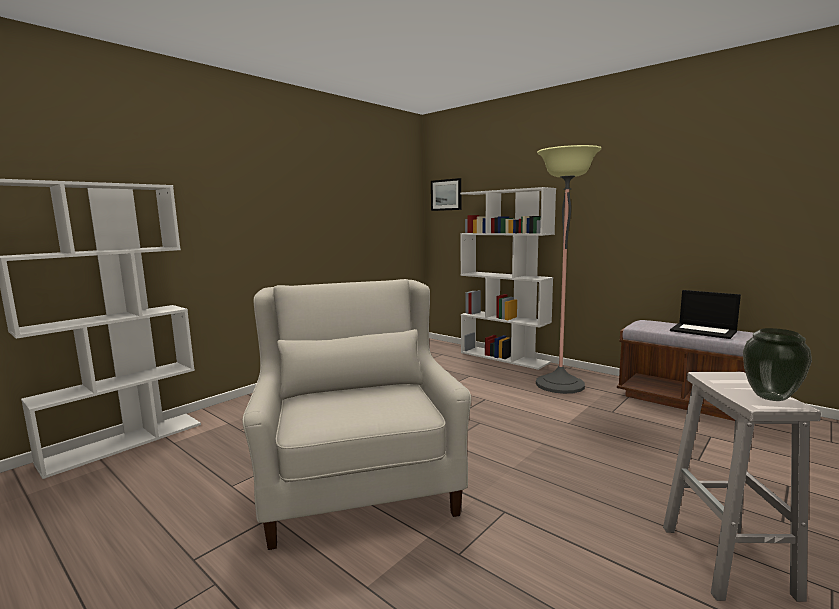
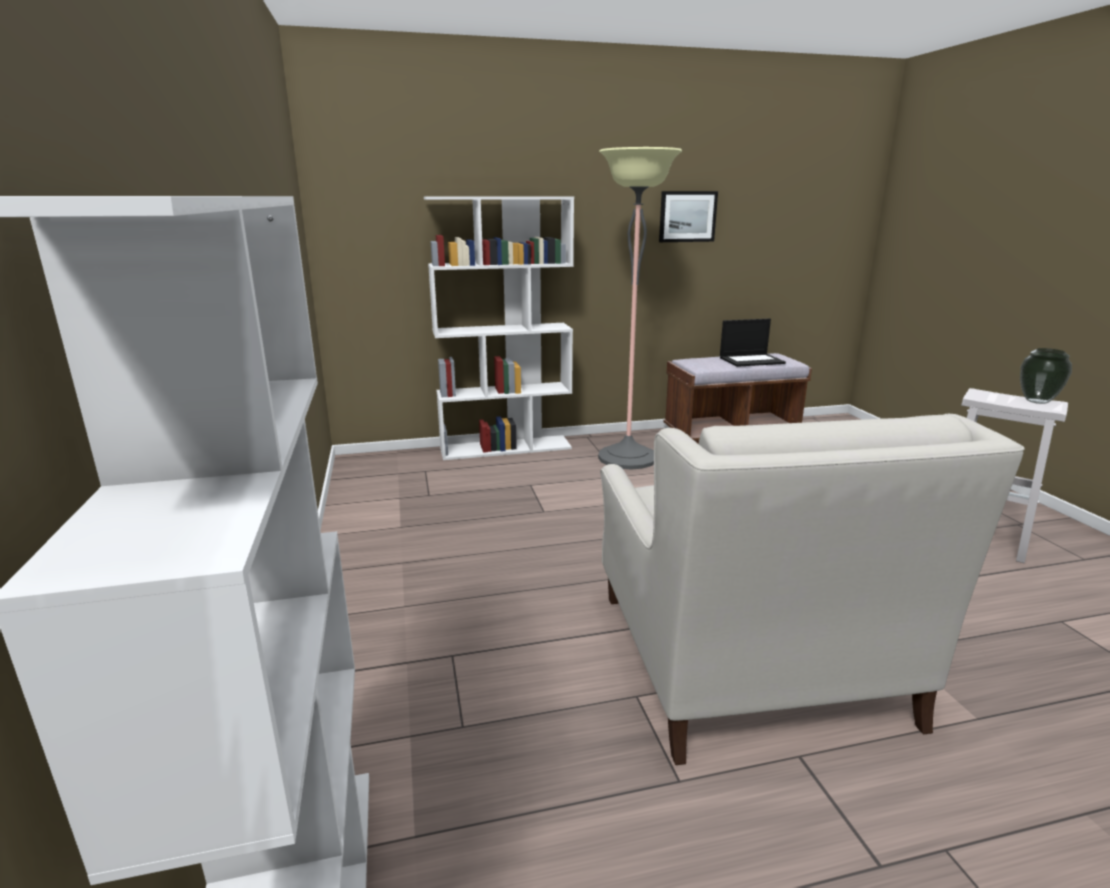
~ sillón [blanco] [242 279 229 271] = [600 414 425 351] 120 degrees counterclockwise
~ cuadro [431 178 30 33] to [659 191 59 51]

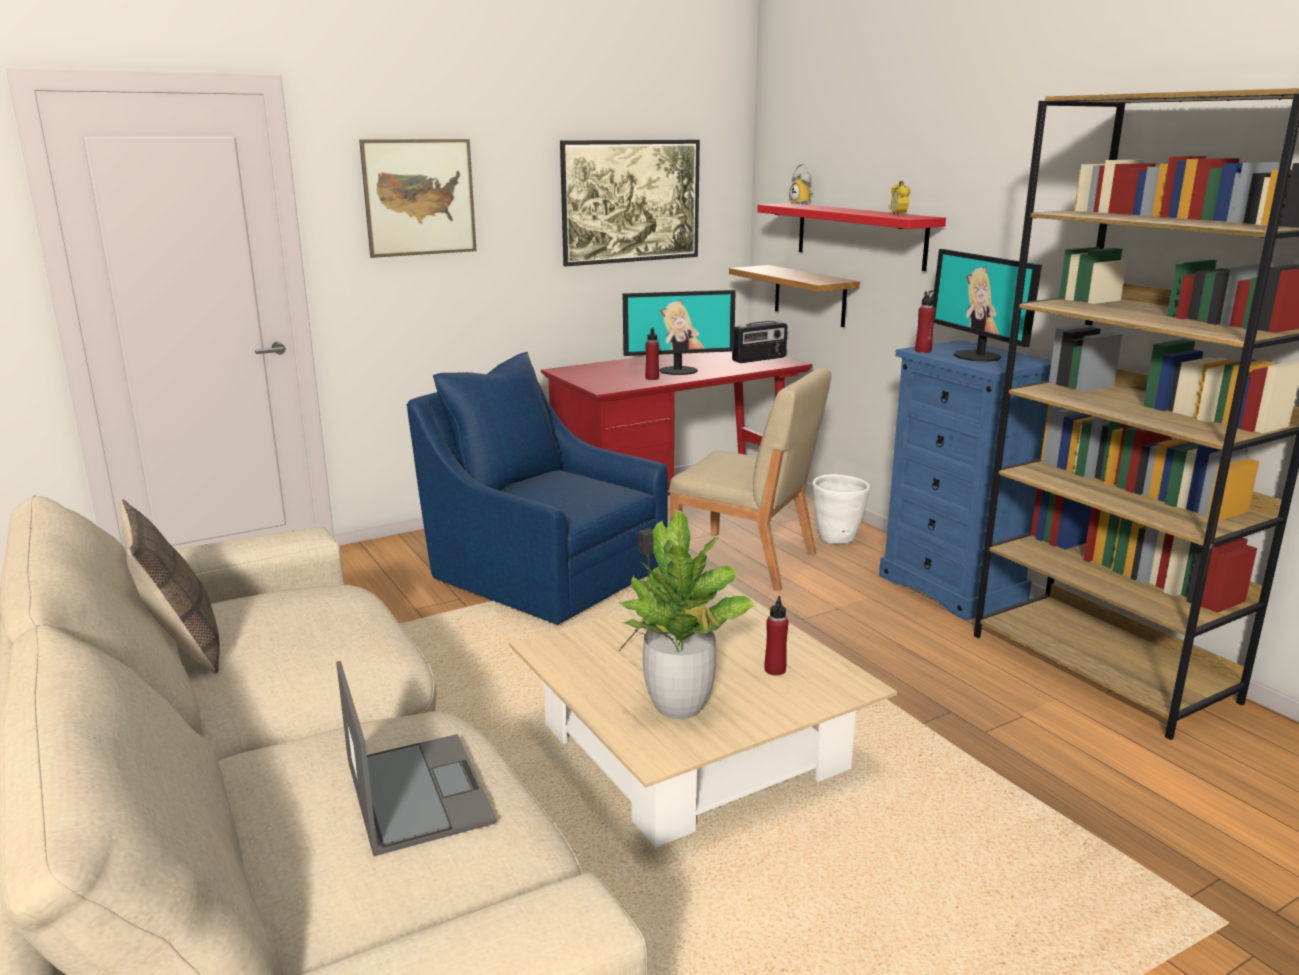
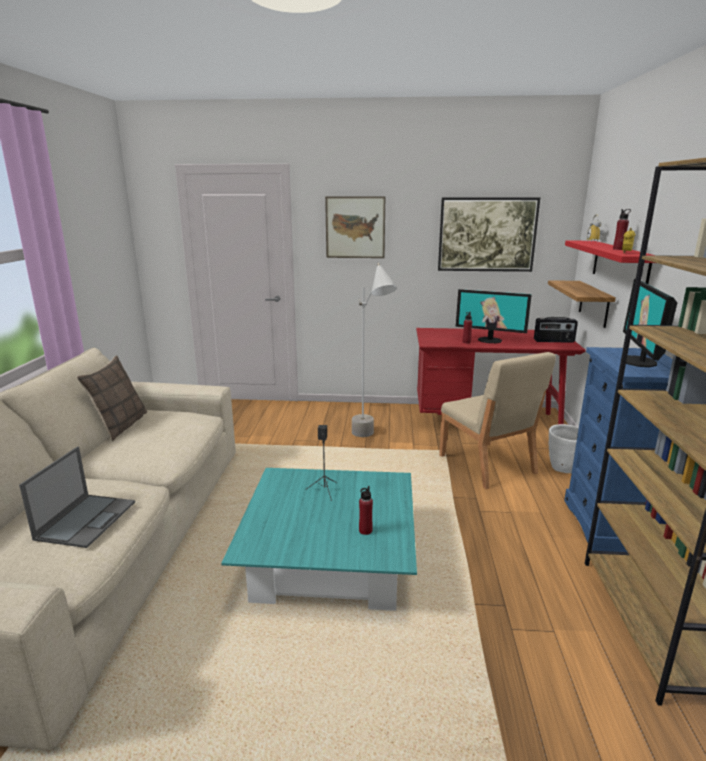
~ sillón [azul] [406 352 262 273] to lámpara de pie [gris] [352 263 45 174]
~ mesa de centro [beis] [509 584 388 263] to mesa de centro [turquesa] [221 468 196 143]
- planta en maceta [620 509 136 210]
~ botella [rojo] [915 290 20 63] to [613 209 18 41]

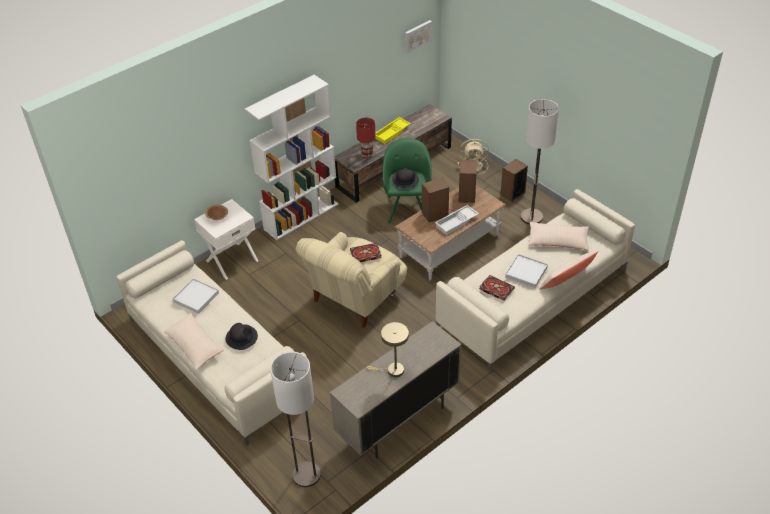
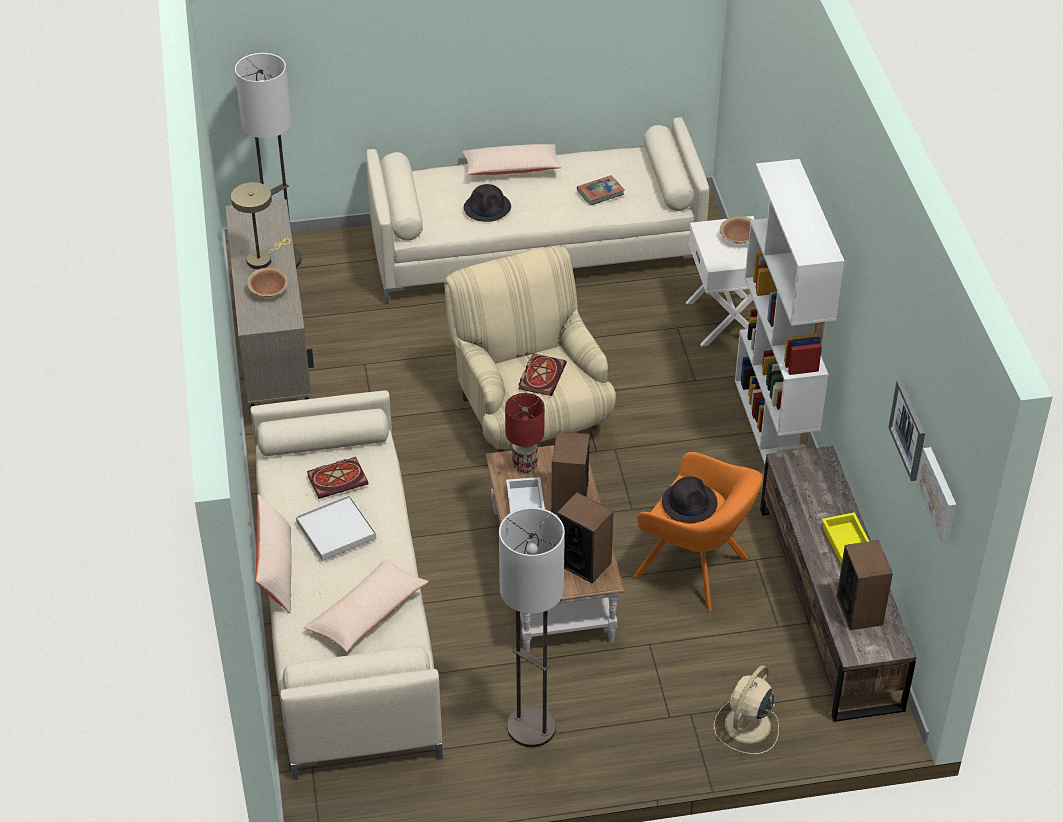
~ bandeja [blanco] [172 278 47 36] to libro [577 175 48 31]
~ lámpara de mesa [rojo] [356 118 20 40] to [505 393 40 80]
~ sillón [verde] [383 138 49 86] to sillón [naranja] [633 452 130 159]
~ altavoz [501 159 27 42] to [836 540 57 90]
+ cuenco [marrón] [247 268 41 29]
+ cuadro [888 380 37 101]

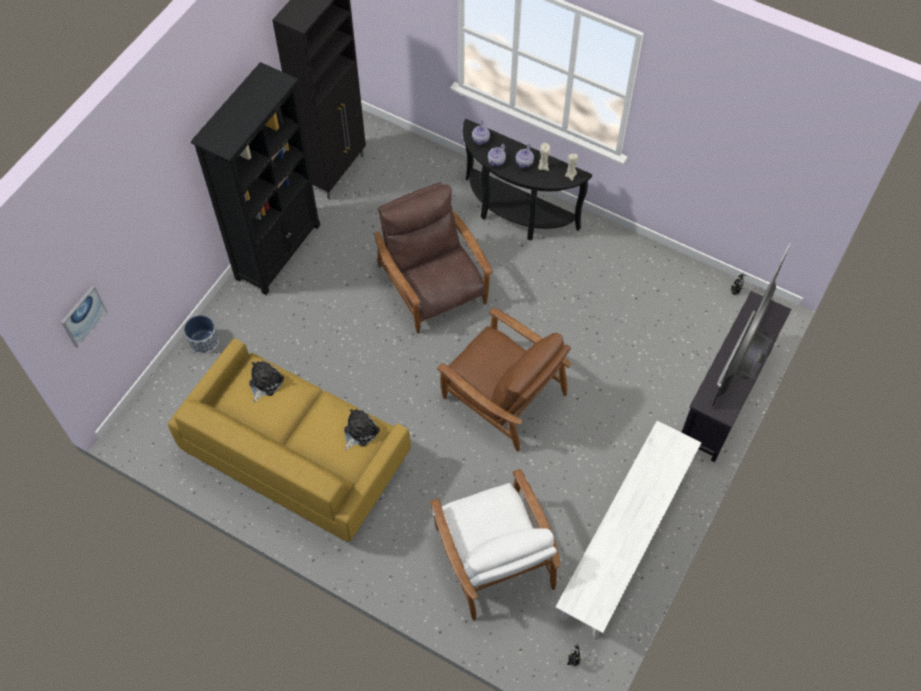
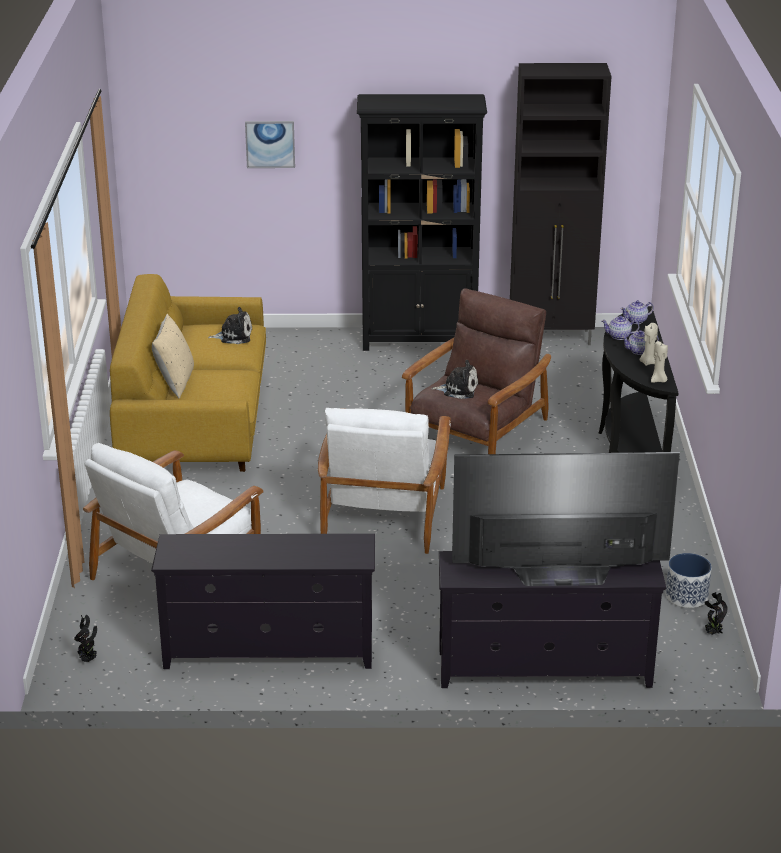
~ cuadro [61 286 47 62] to [245 121 50 47]
~ maceta [184 315 35 39] to [666 553 46 55]
~ peluche [344 409 36 41] to [431 360 48 39]
~ sillón [marrón] [437 308 135 144] to sillón [blanco] [318 408 133 146]
~ banco [blanco] [556 421 146 217] to mueble de televisión [negro] [151 534 224 135]
+ cojín [beis] [152 314 42 84]

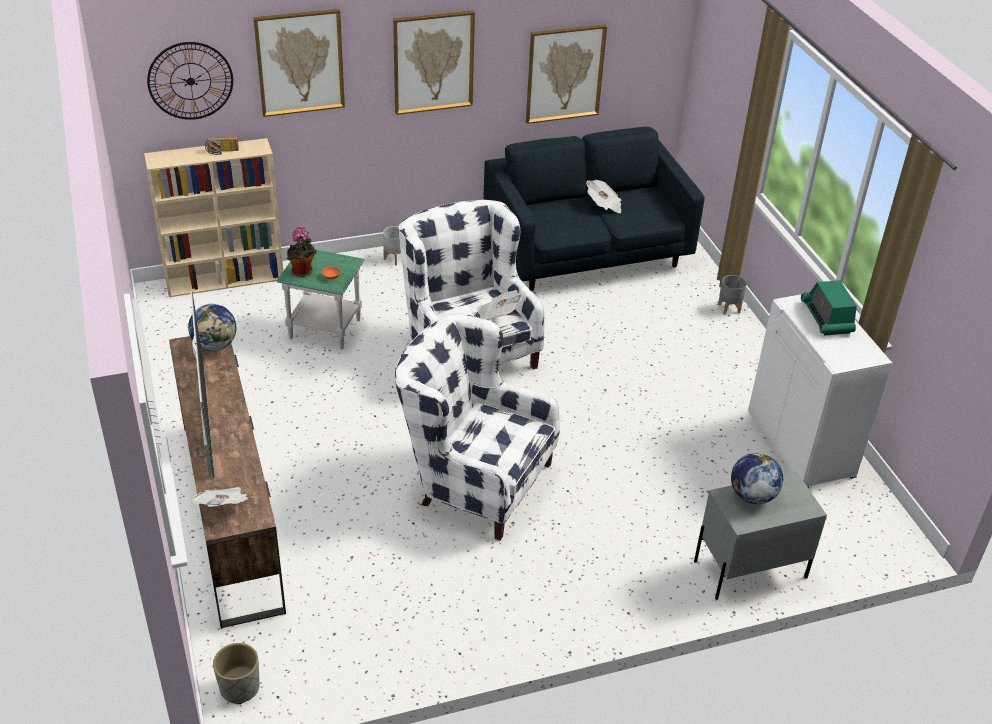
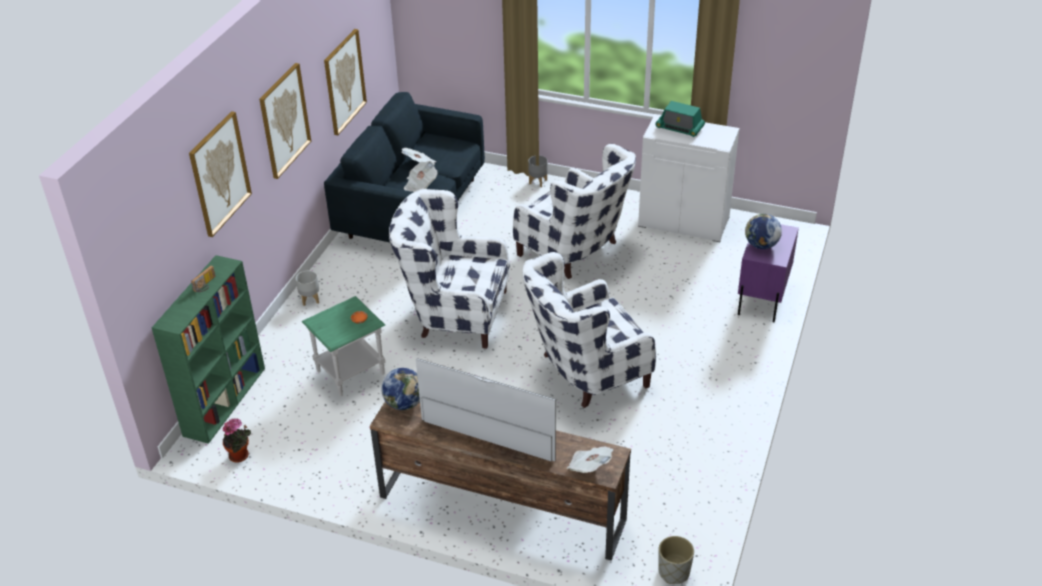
~ estantería [beis] [144 138 139 159] to estantería [verde] [152 255 113 189]
- reloj de pared [147 42 86 78]
~ planta en maceta [287 226 29 51] to [222 418 29 45]
~ periódico [477 290 45 30] to [404 161 33 31]
~ mesita de noche [gris] [694 472 133 128] to mesita de noche [morado] [738 224 61 99]
+ sillón [blanco] [513 144 123 135]

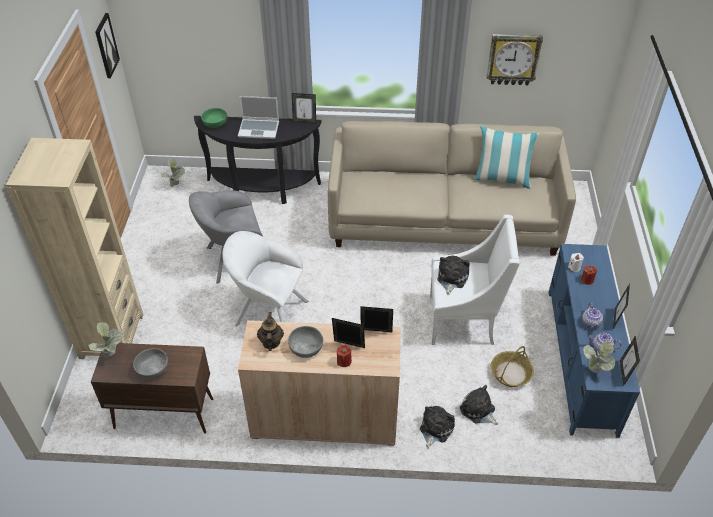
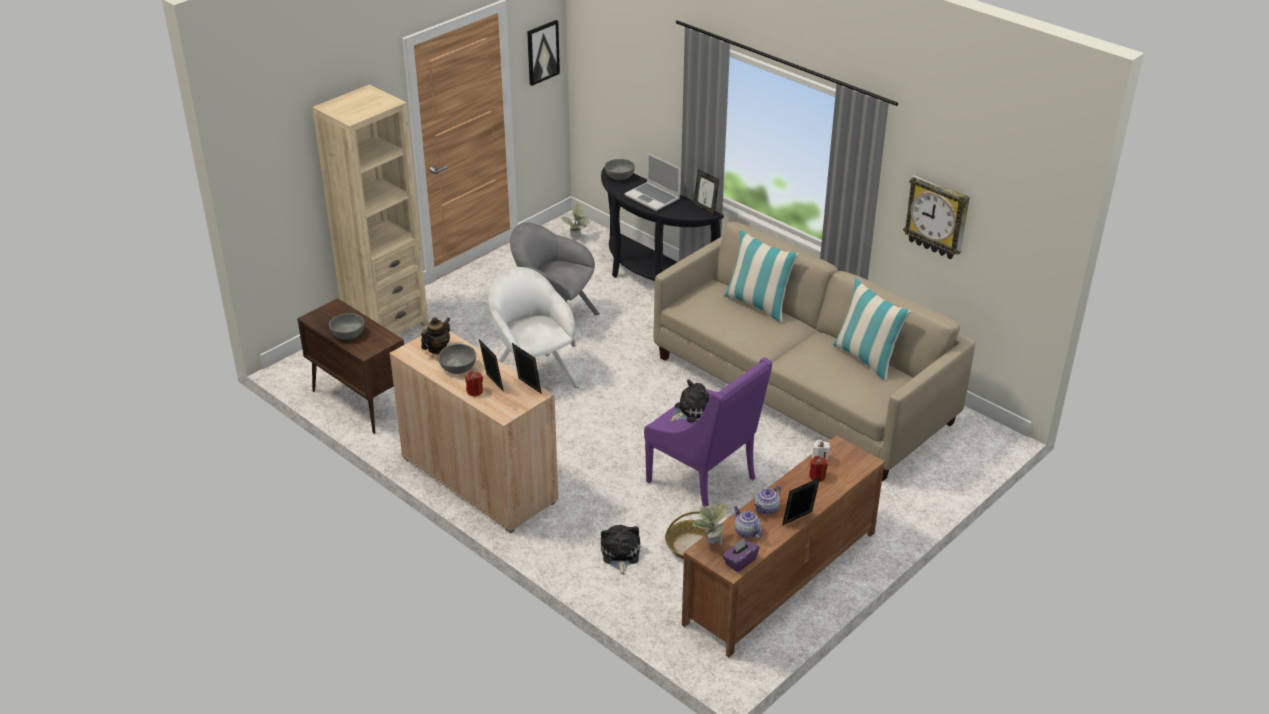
- planta en maceta [89 322 34 37]
~ cuenco [verde] [201 108 26 20] to cuenco [gris] [605 159 30 21]
- peluche [420 406 35 43]
~ sillón [blanco] [430 215 90 130] to sillón [morado] [644 357 128 150]
~ mueble de televisión [azul] [549 244 91 194] to mueble de televisión [marrón] [682 435 203 222]
~ portarretratos [620 336 20 50] to caja de pañuelos [morado] [722 538 37 34]
+ cojín [724 230 75 93]

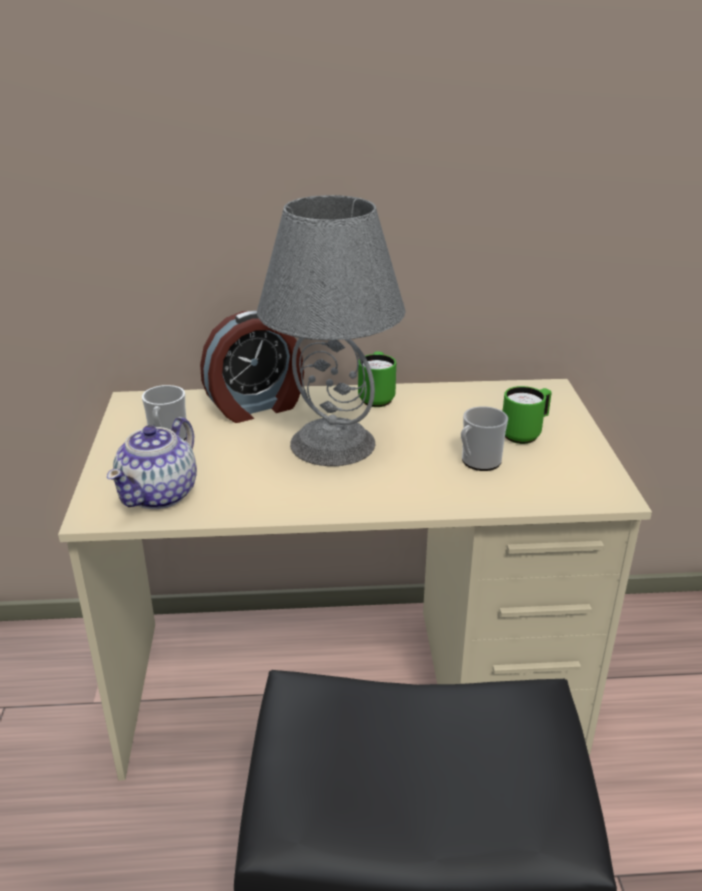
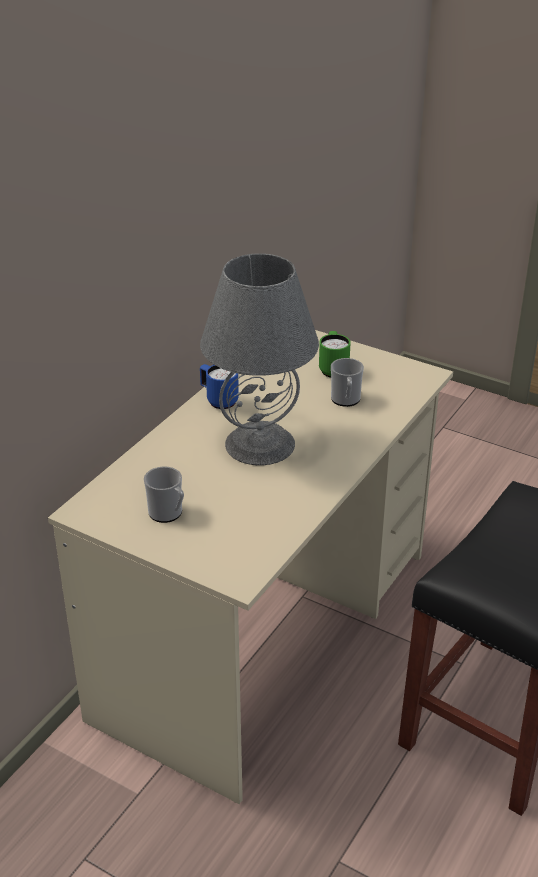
- tetera [107 417 90 92]
- despertador [200 311 104 112]
~ taza grande [verde] [358 352 38 55] to taza grande [azul] [200 364 39 45]

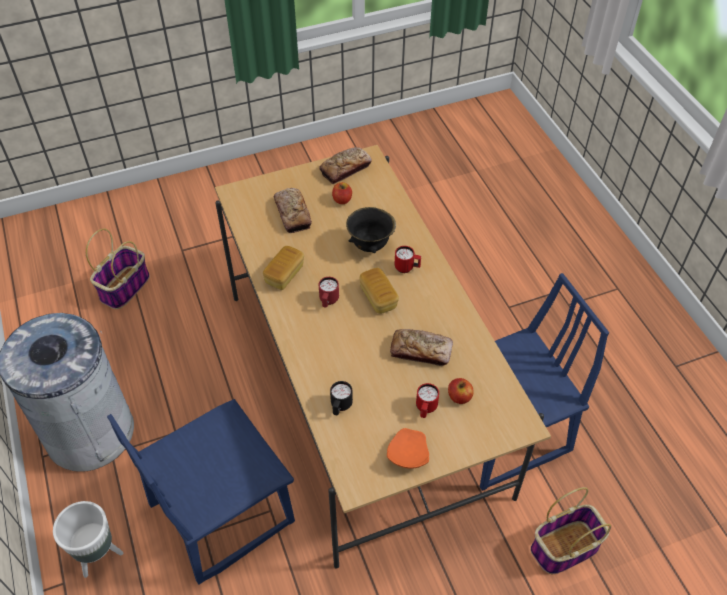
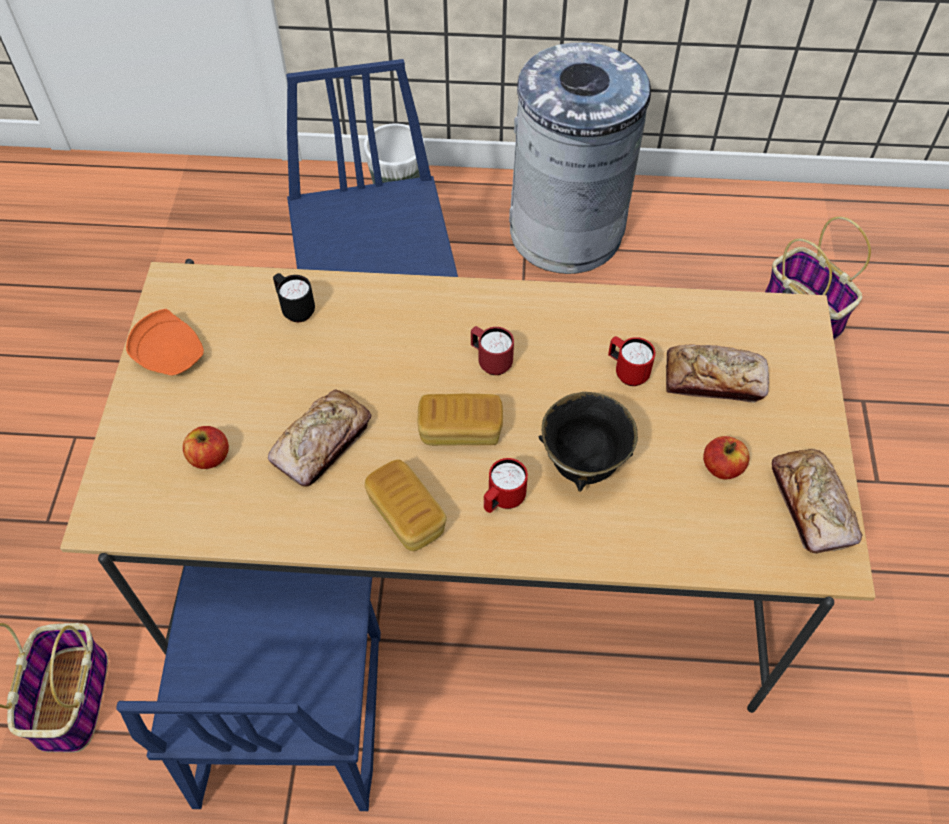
~ pan [263 246 41 44] to [365 459 82 92]
~ taza grande [rojo] [416 383 23 35] to [608 336 47 50]

